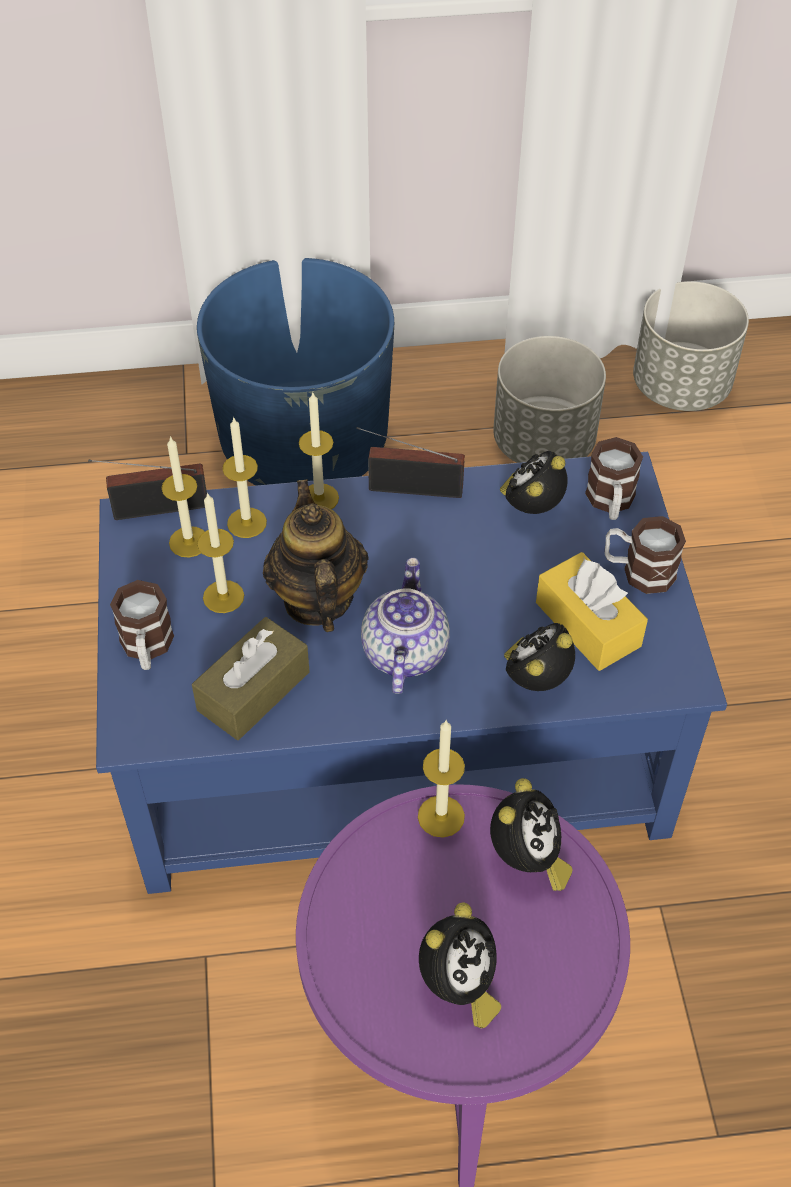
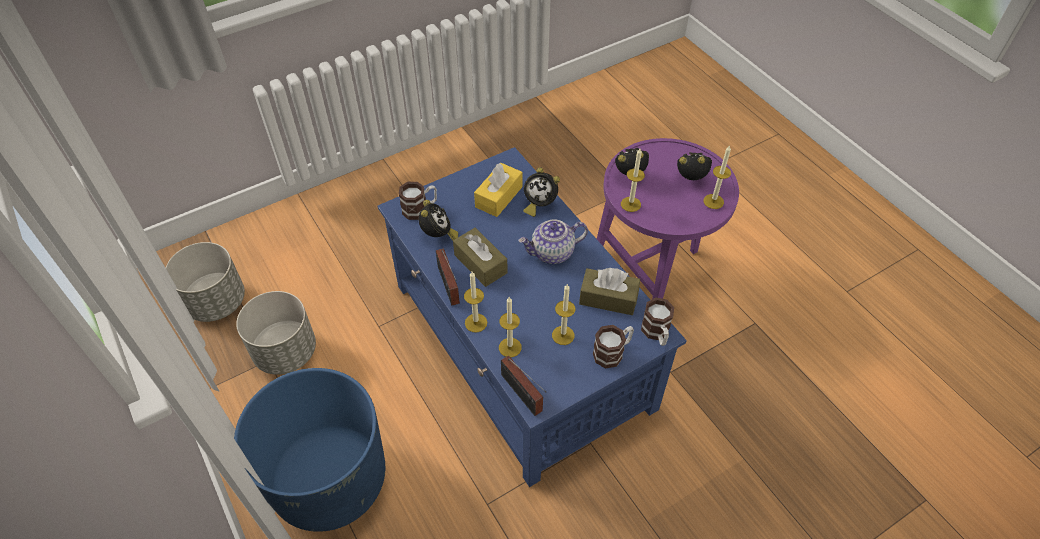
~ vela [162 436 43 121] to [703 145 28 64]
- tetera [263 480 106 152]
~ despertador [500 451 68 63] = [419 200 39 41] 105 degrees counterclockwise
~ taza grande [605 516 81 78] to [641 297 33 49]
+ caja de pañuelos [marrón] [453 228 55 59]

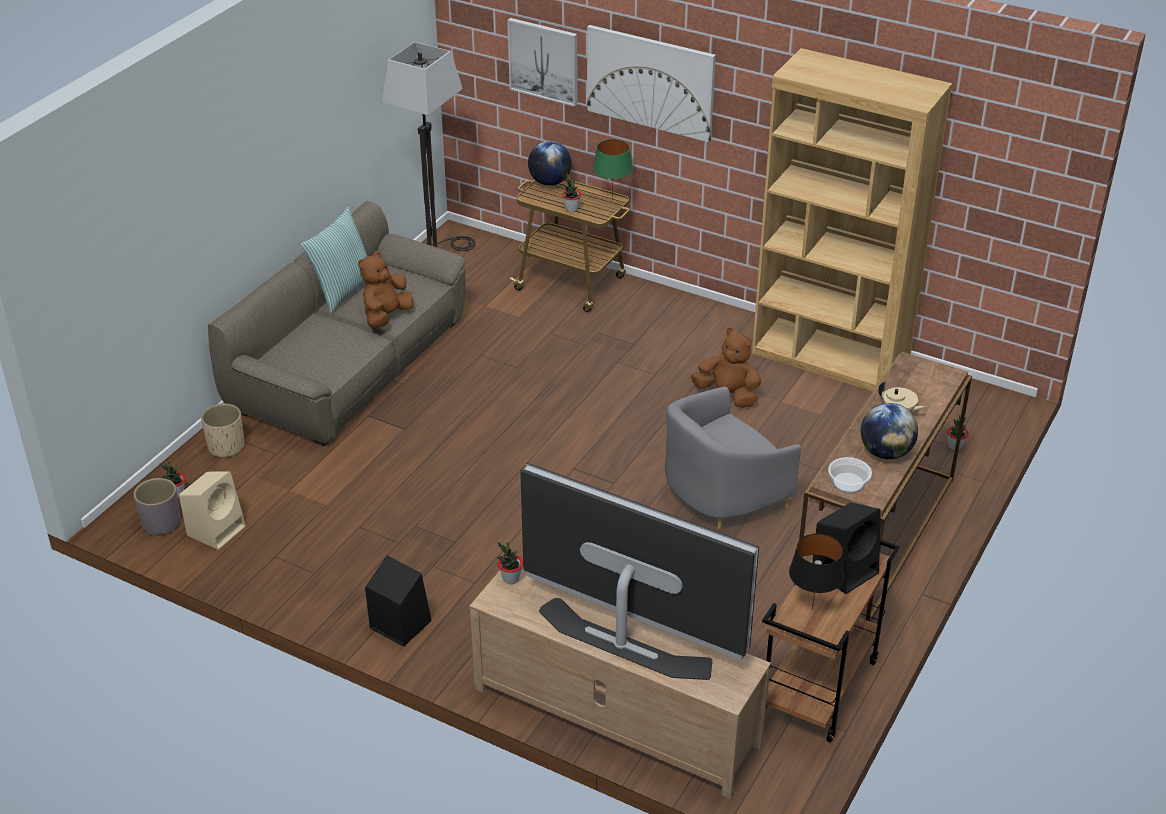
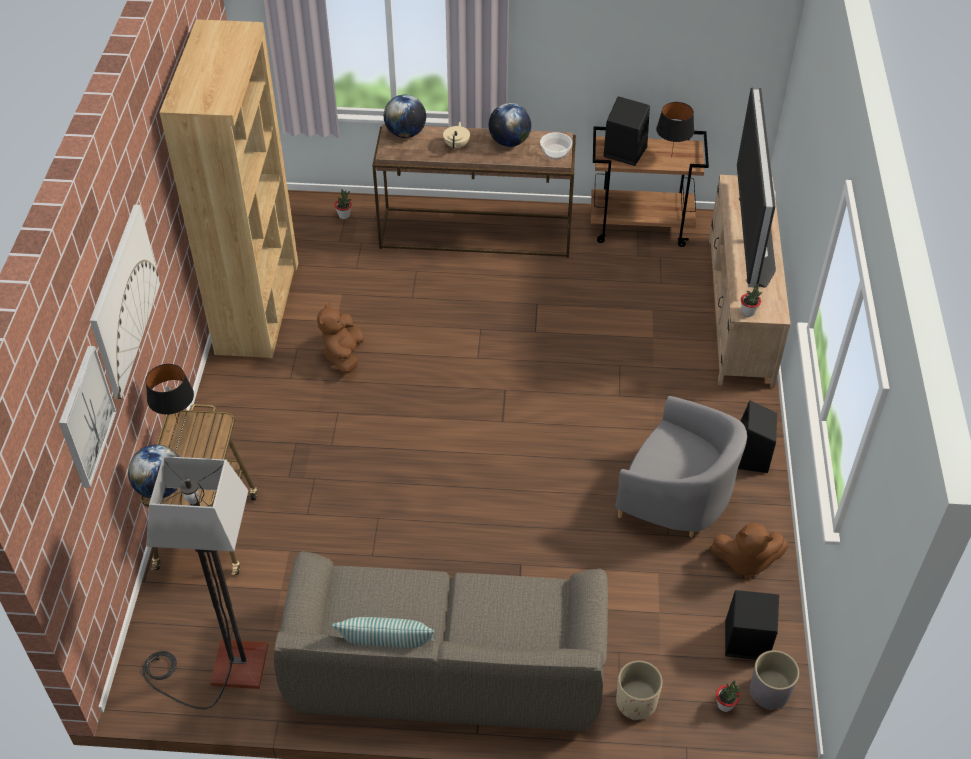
~ altavoz [beis] [179 471 67 79] to altavoz [negro] [725 590 54 70]
~ peluche [marrón] [358 251 56 78] to [710 522 78 58]
- planta en maceta [562 173 19 39]
~ lámpara de mesa [verde] [593 139 40 61] to lámpara de mesa [negro] [146 364 48 60]
~ sillón [gris] [665 387 136 142] to [615 396 132 141]
+ globo terráqueo [384 94 42 44]

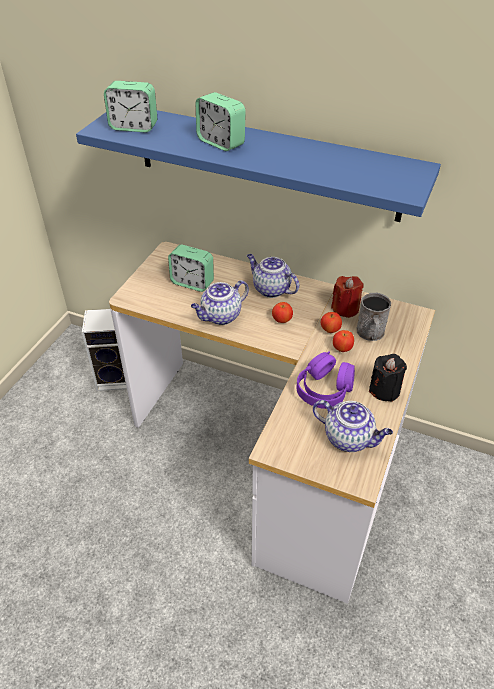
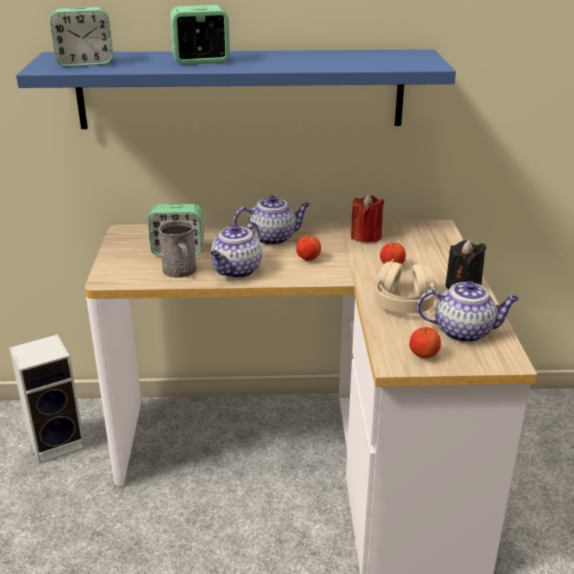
~ despertador [196 92 50 59] = [170 5 60 60] 150 degrees clockwise
~ tetera [247 254 52 44] = [234 196 76 49] 150 degrees clockwise
~ auriculares [morado] [297 351 58 58] to auriculares [beis] [375 259 61 54]
~ manzana [321 312 21 21] to [409 327 32 32]
~ taza grande [gris] [357 293 34 48] to [158 220 39 58]

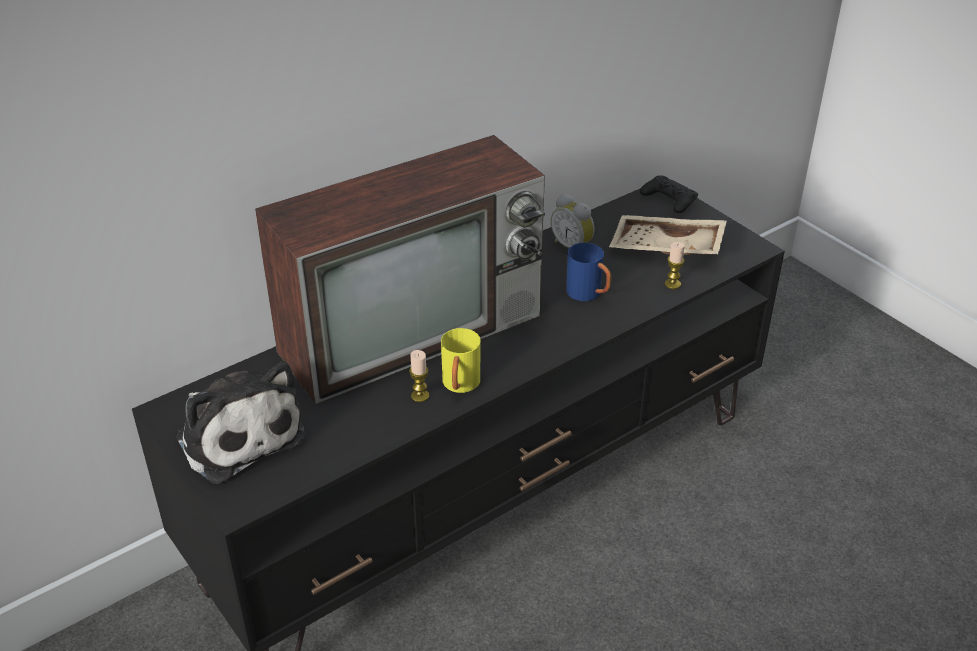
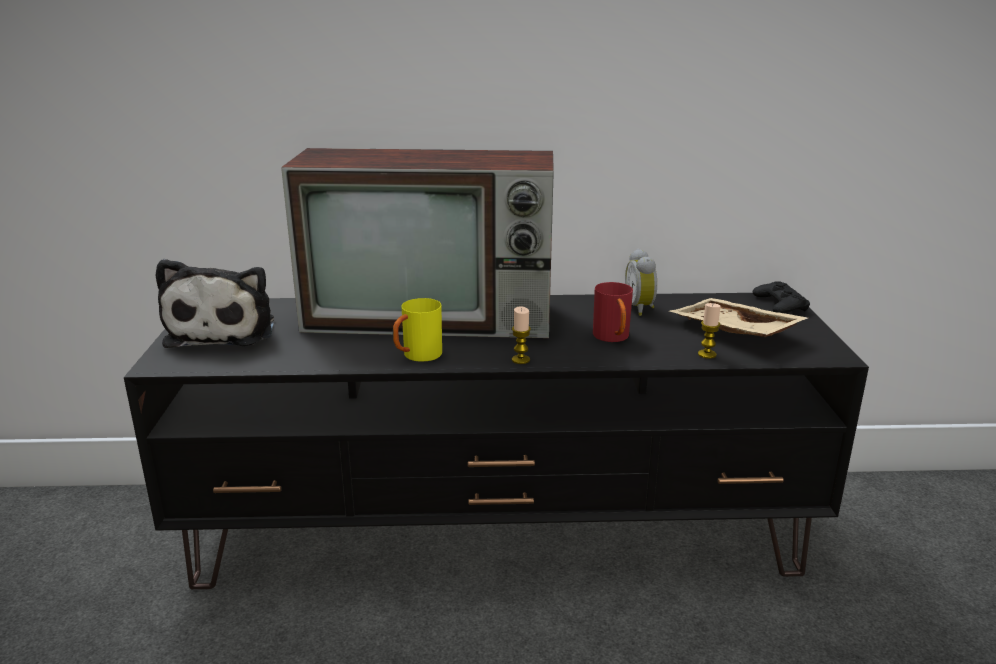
~ vela [409 350 20 52] to [512 306 19 58]
~ taza grande [azul] [566 243 46 58] to taza grande [rojo] [593 282 40 60]

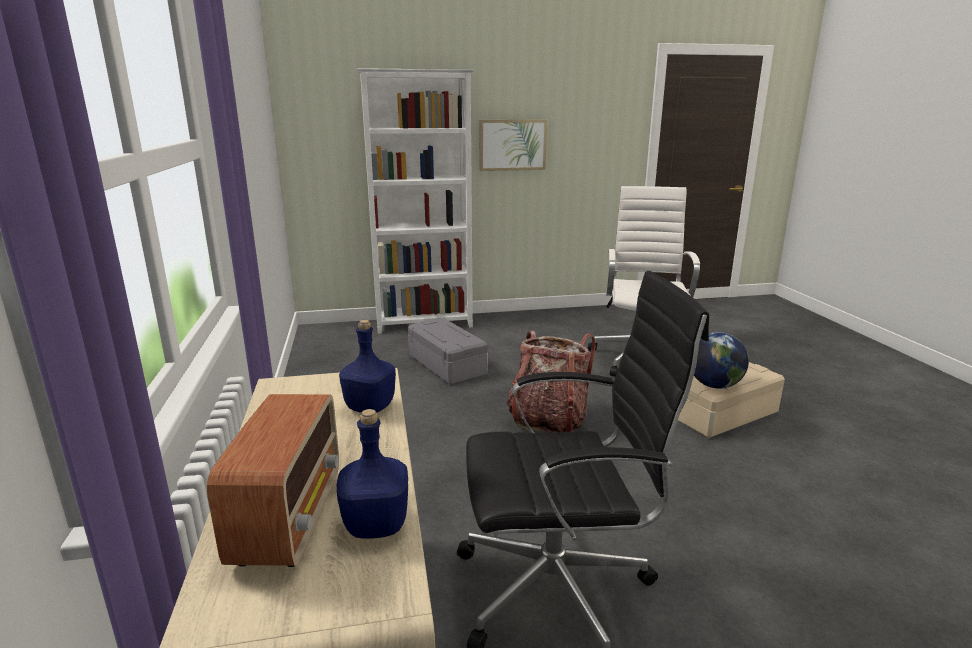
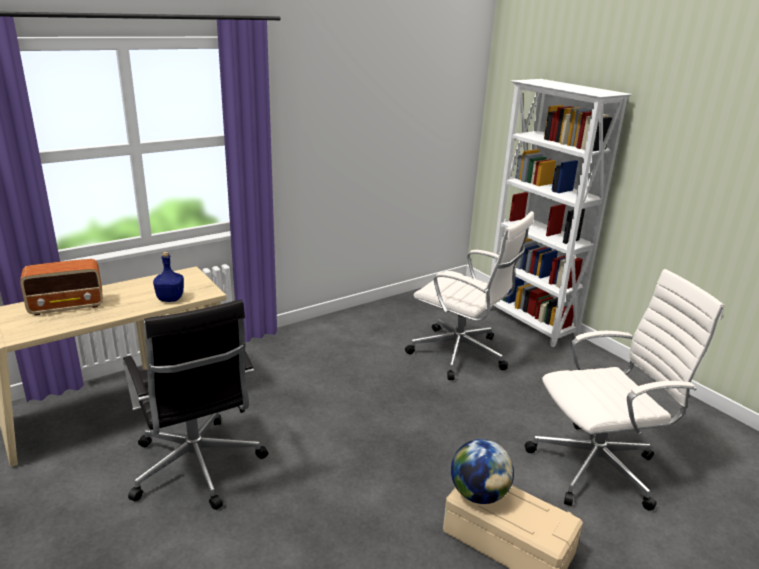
- botella [azul] [337 409 71 130]
~ caja de almacenaje [gris] [408 318 80 67] to silla de oficina [blanco] [405 211 129 169]
- cuadro [479 120 68 51]
- mochila [507 331 88 102]

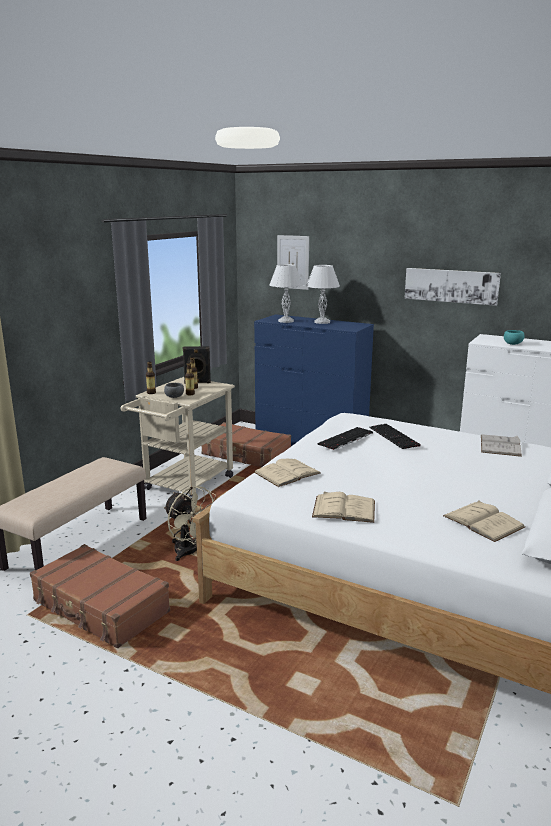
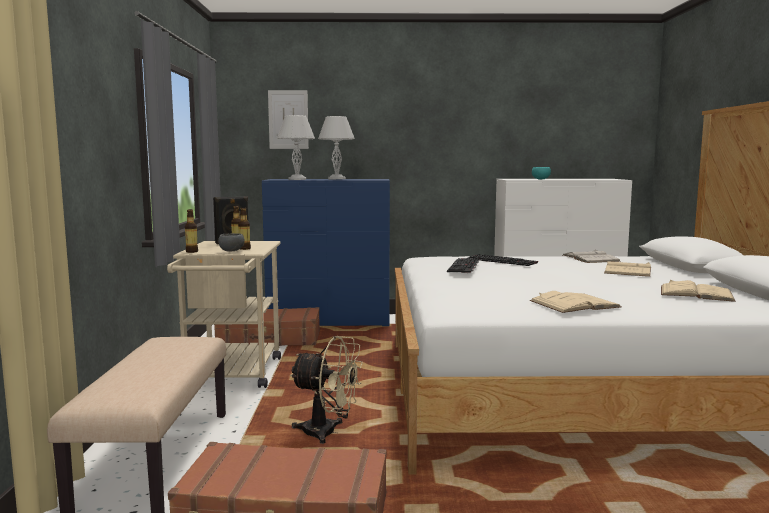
~ libro [beis] [254 459 67 28] to [604 261 47 16]
- cuadro [404 268 97 38]

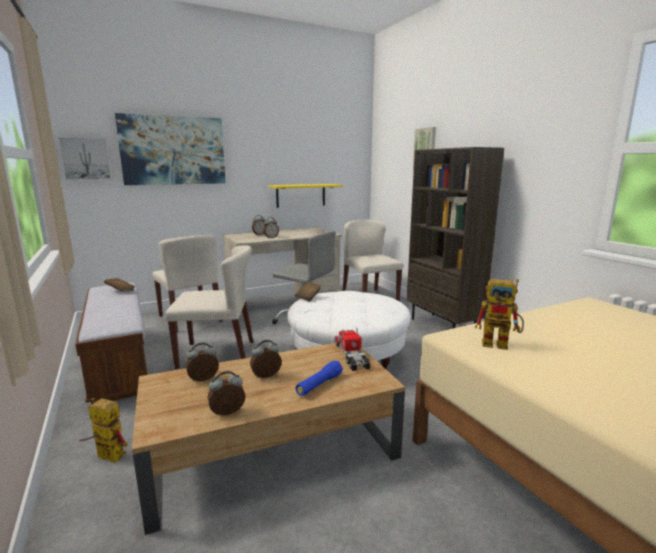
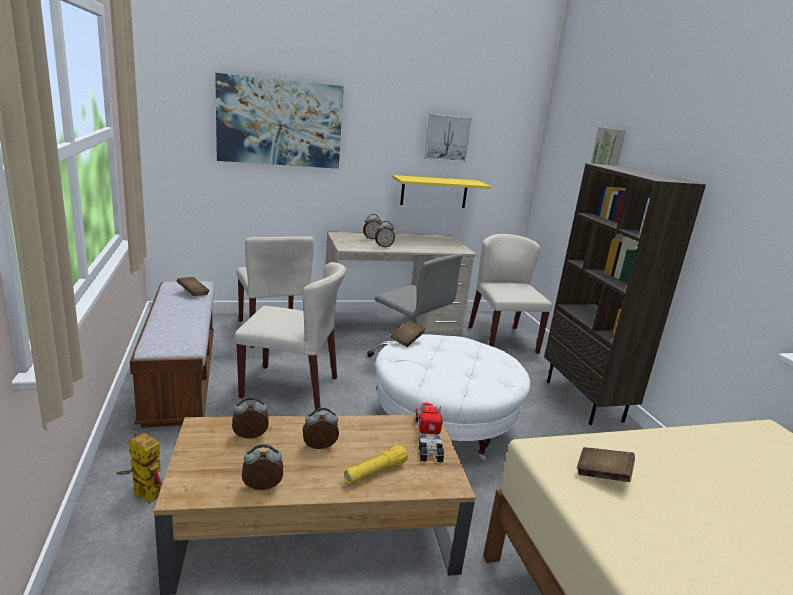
~ cuadro [58 137 54 44] to [424 114 48 48]
~ linterna [azul] [296 361 47 35] to linterna [amarillo] [344 445 64 39]
~ robot de juguete [475 279 49 71] to libro [marrón] [577 447 58 35]

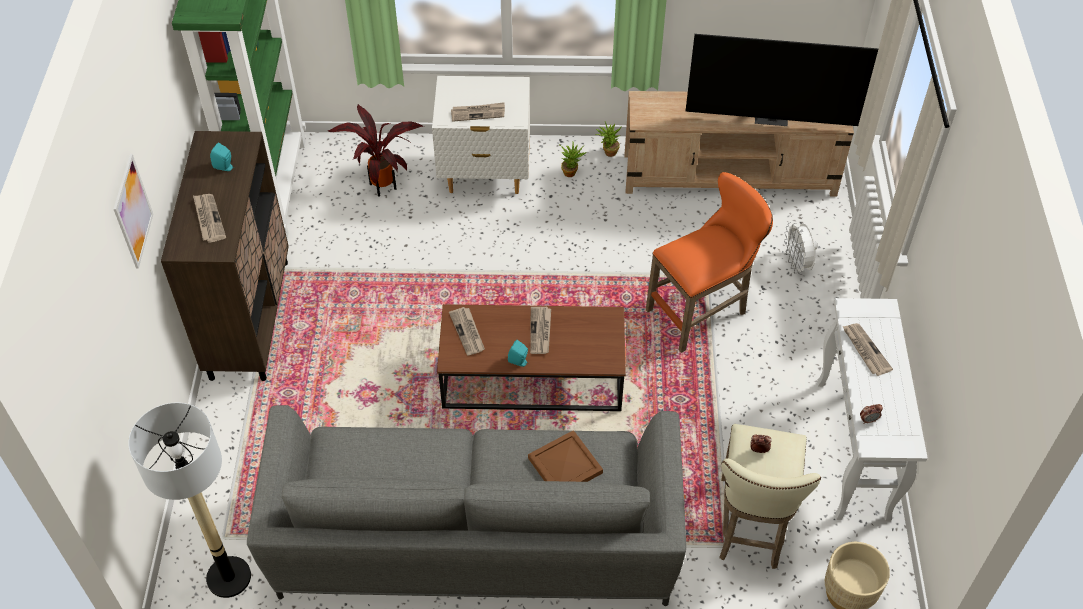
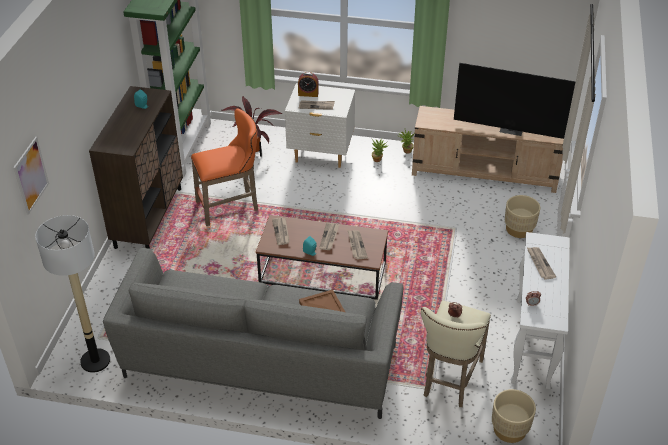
~ cuadro [114 154 39 115] to [13 137 36 78]
~ periódico [193 194 33 49] to [348 230 20 29]
~ taburete [naranja] [646 172 127 181] to [191 109 67 117]
~ ventilador [blanco] [784 222 34 53] to maceta [beis] [505 195 35 43]
+ despertador [298 72 21 25]

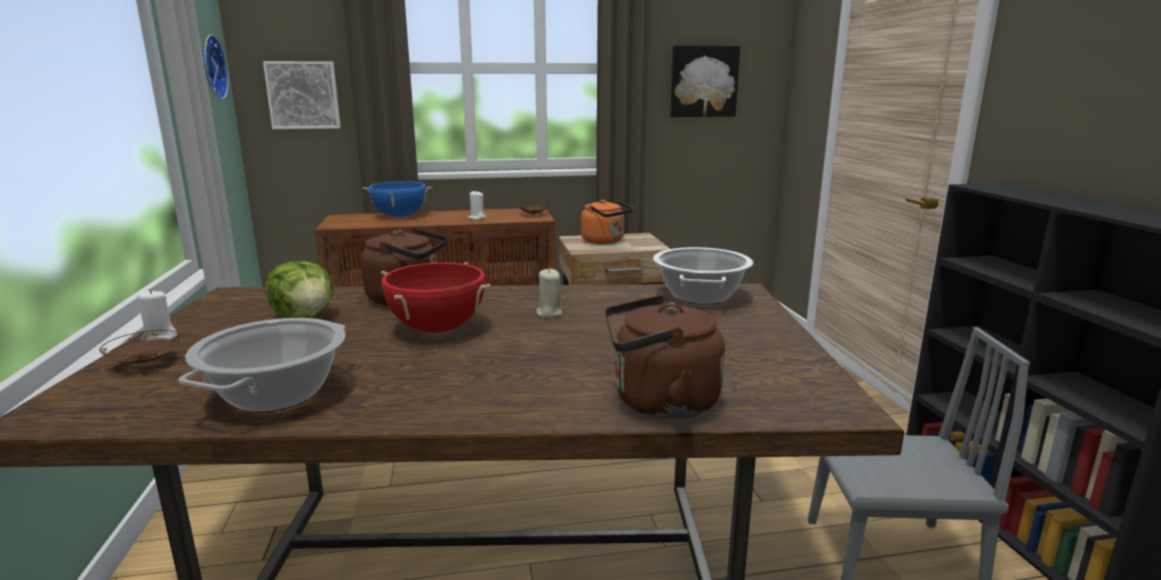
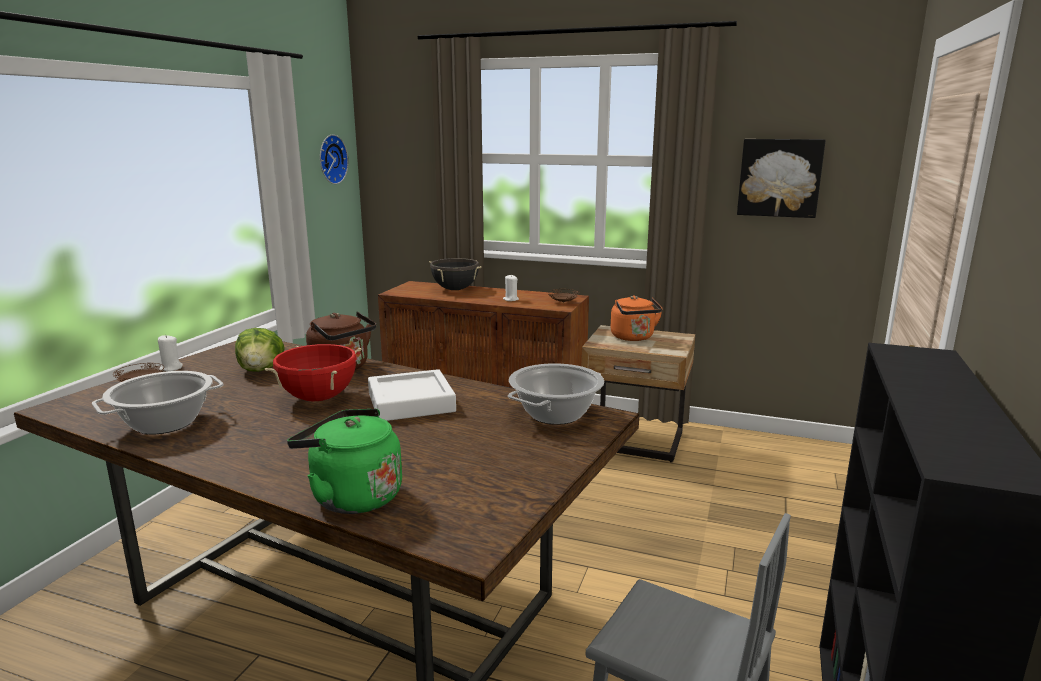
- cuadro [263 61 78 68]
~ olla [azul] [362 181 71 36] to olla [negro] [429 258 52 32]
~ vela [beis] [536 269 26 49] to bandeja [blanco] [368 369 88 52]
~ hervidor [marrón] [605 295 120 124] to hervidor [verde] [287 409 115 105]

